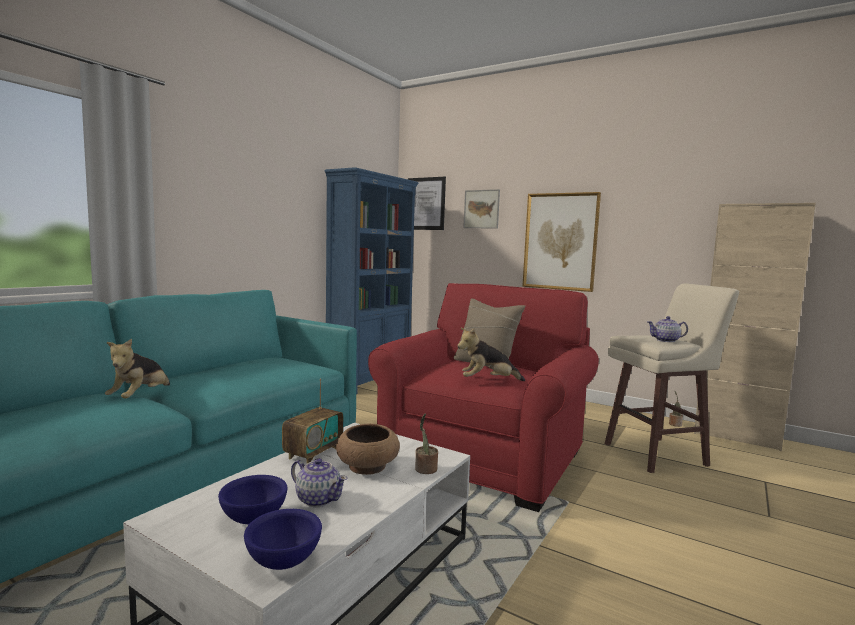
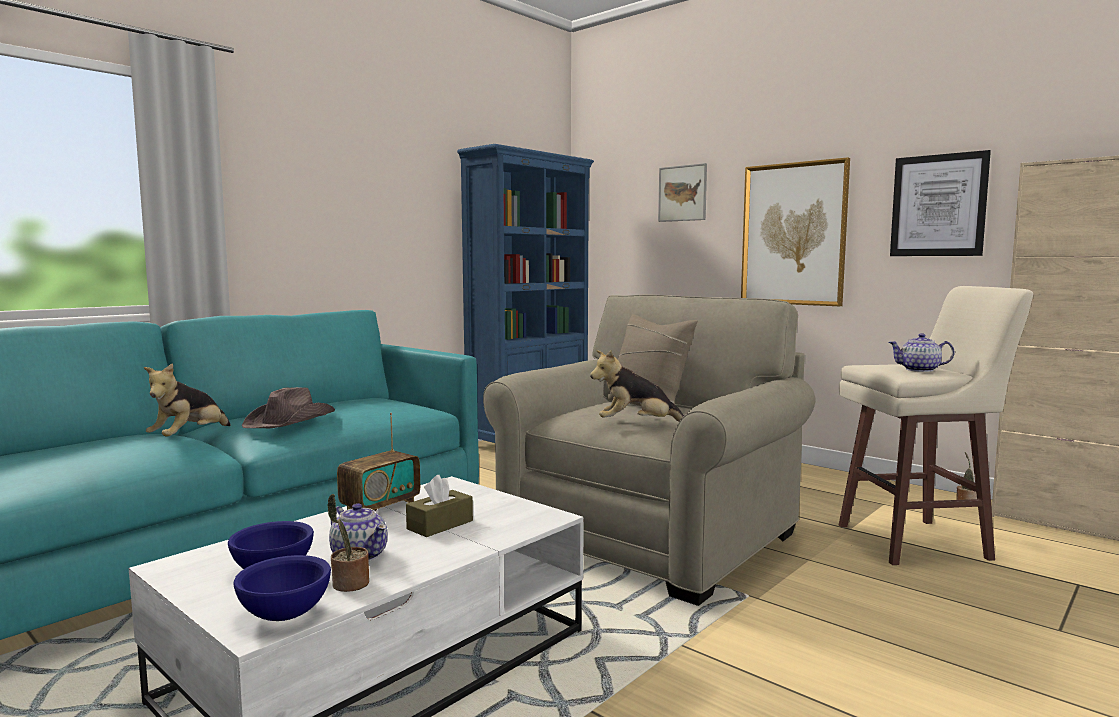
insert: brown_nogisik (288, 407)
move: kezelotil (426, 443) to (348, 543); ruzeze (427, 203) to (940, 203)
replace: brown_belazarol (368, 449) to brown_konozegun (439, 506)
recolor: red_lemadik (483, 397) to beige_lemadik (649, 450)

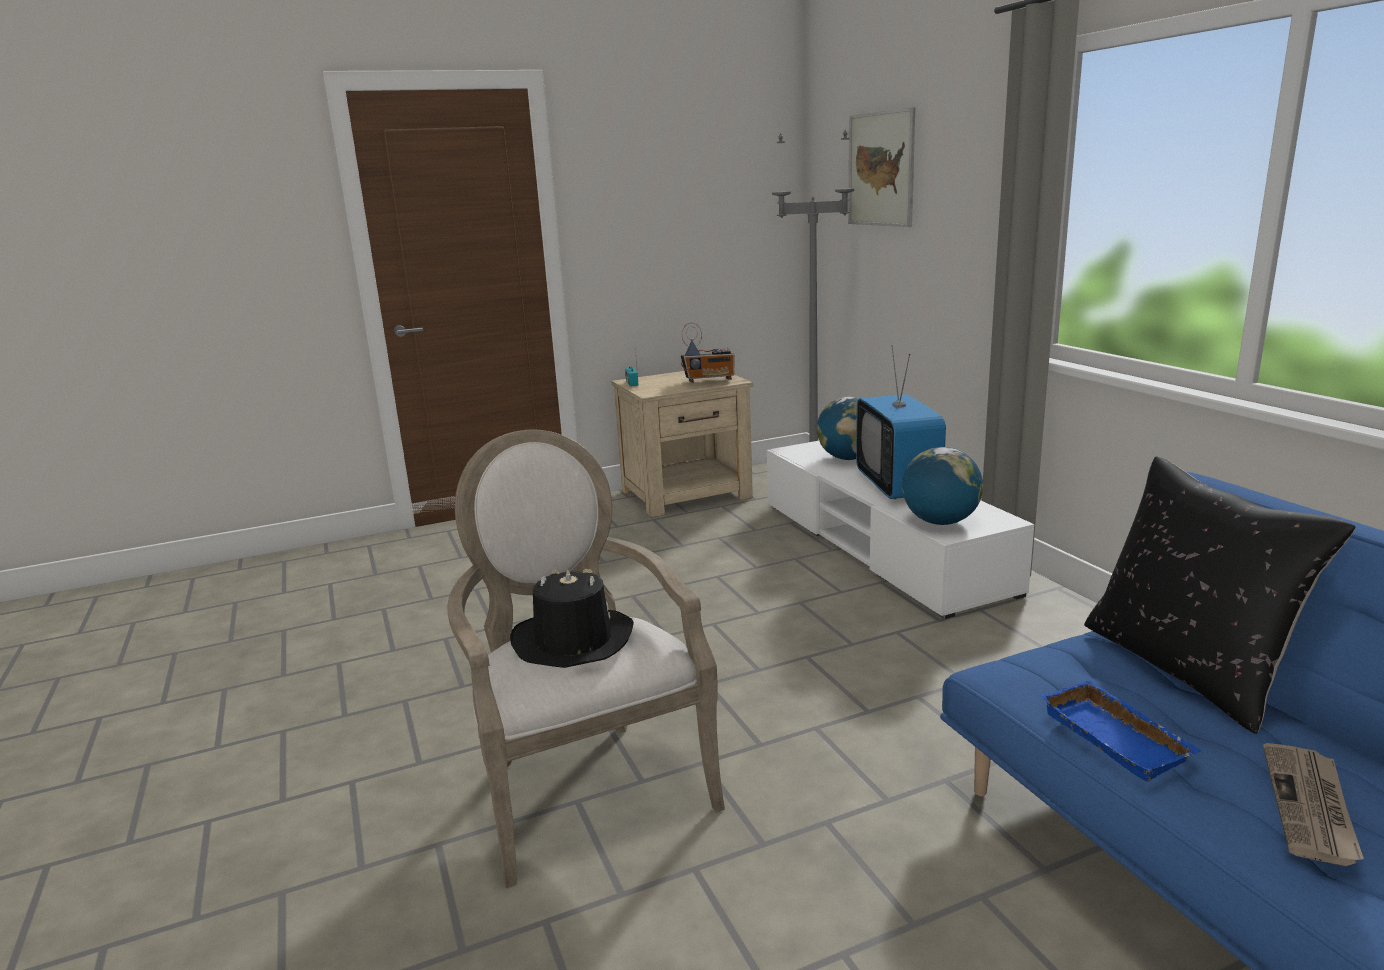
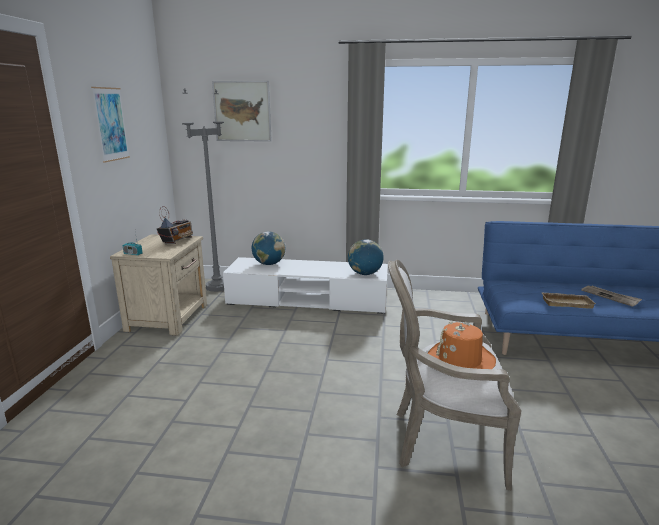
delete: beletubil (901, 422); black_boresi (1220, 595)
insert: ruzeze (110, 125)
recolor: black_nogisik (572, 618) to orange_nogisik (462, 345); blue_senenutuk (1121, 731) to beige_senenutuk (568, 300)

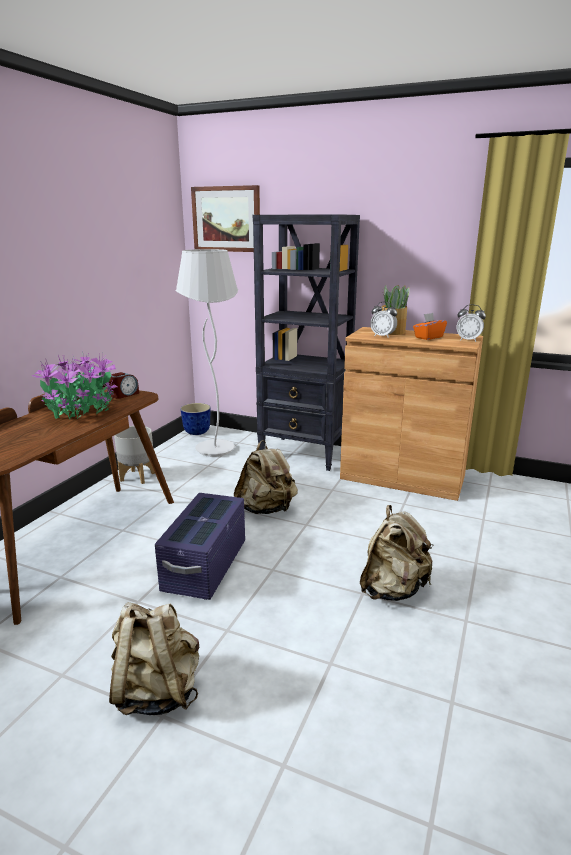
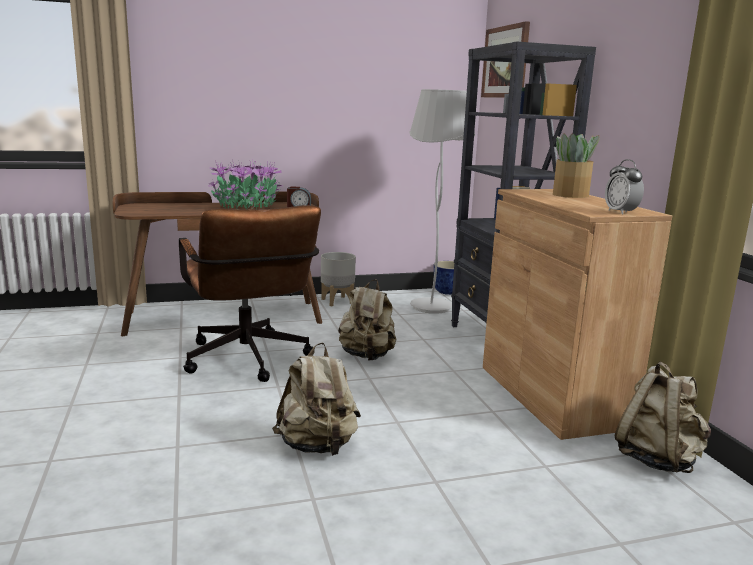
delete: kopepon (383, 320); orange_konozegun (430, 326)
move: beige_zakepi (154, 658) to (663, 417)
replace: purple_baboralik (200, 546) to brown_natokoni (250, 293)

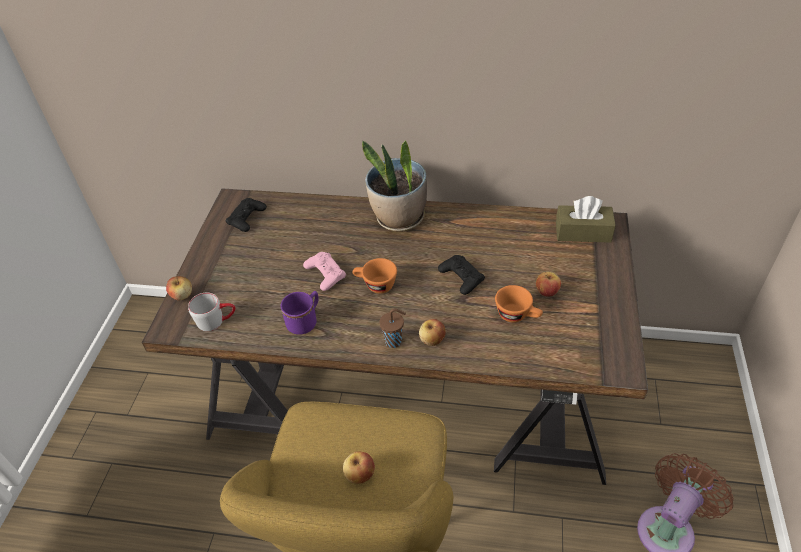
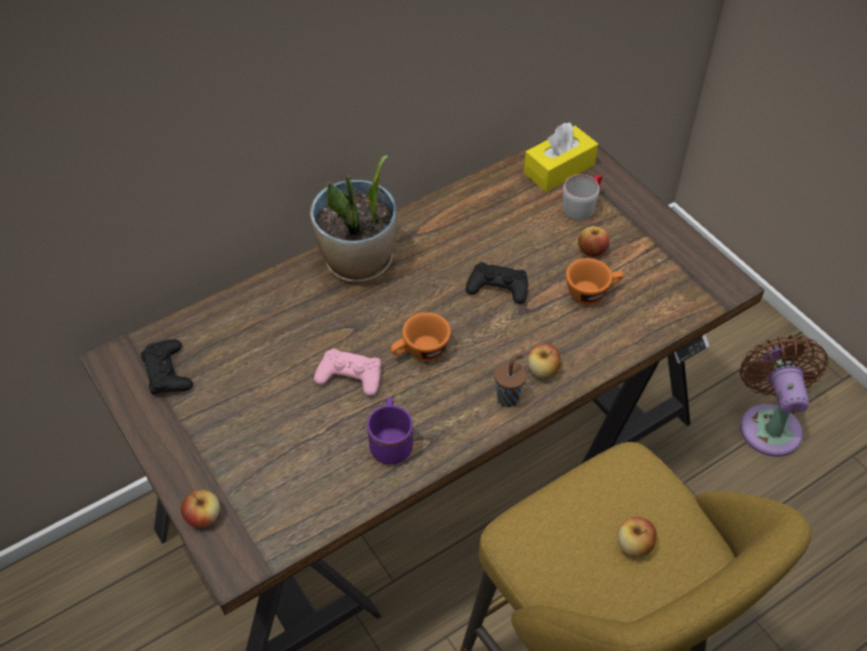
move: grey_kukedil (211, 312) to (582, 198)
recolor: brown_konozegun (586, 219) to yellow_konozegun (561, 157)

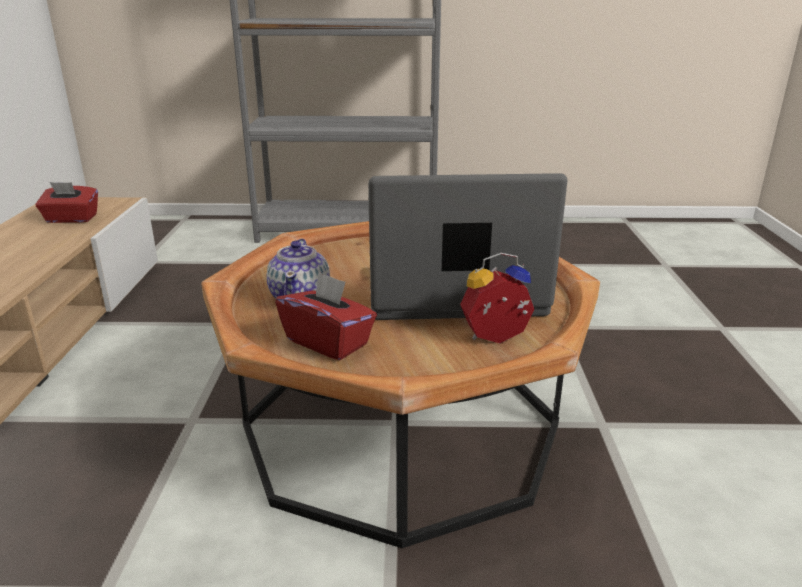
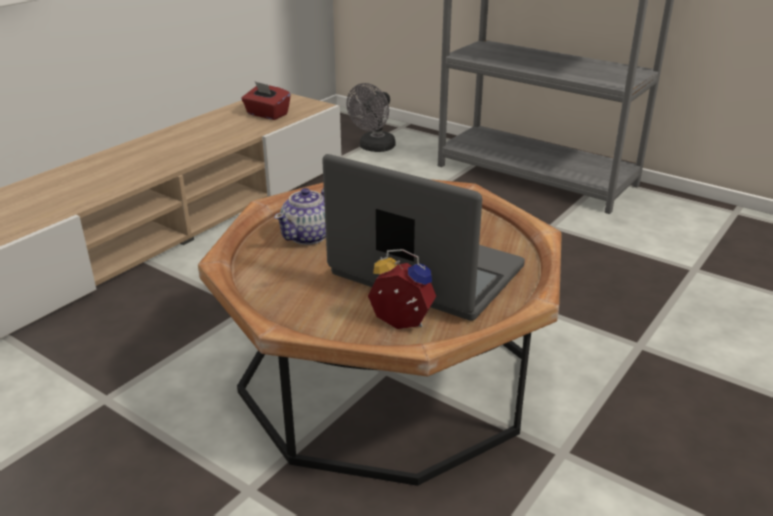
delete: red_konozegun (326, 316)
insert: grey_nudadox (371, 117)

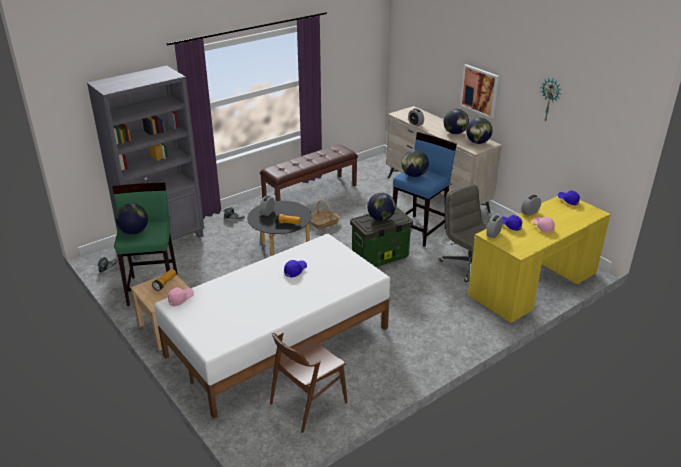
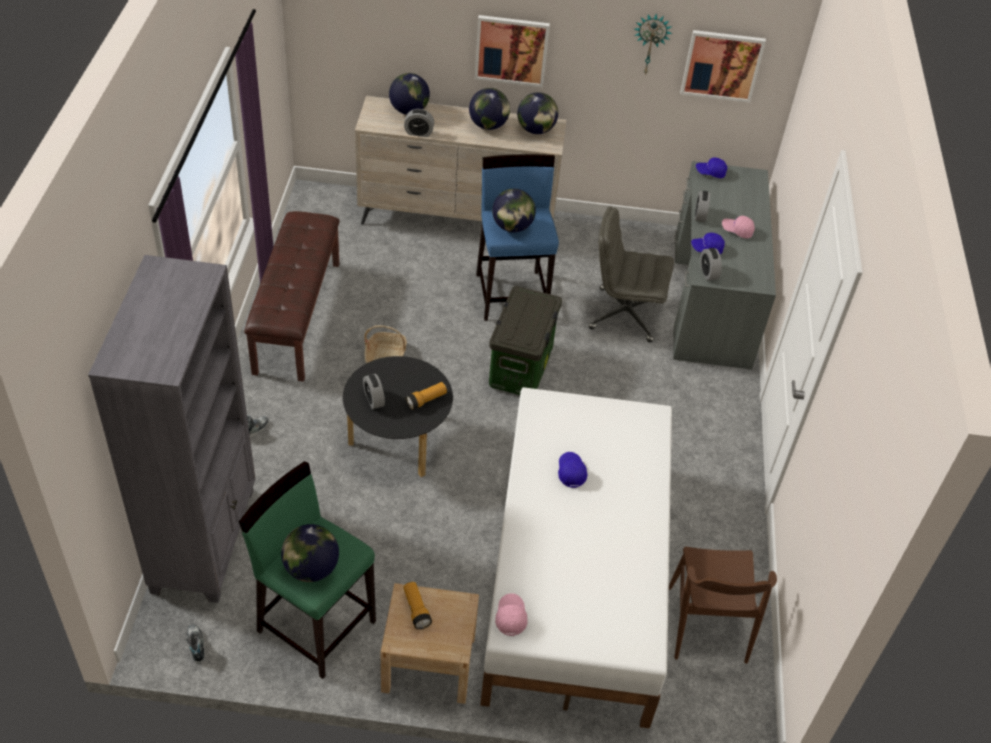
insert: ruzeze (723, 66)
move: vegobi (381, 207) to (409, 94)
recolor: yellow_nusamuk (539, 259) to grey_nusamuk (724, 265)

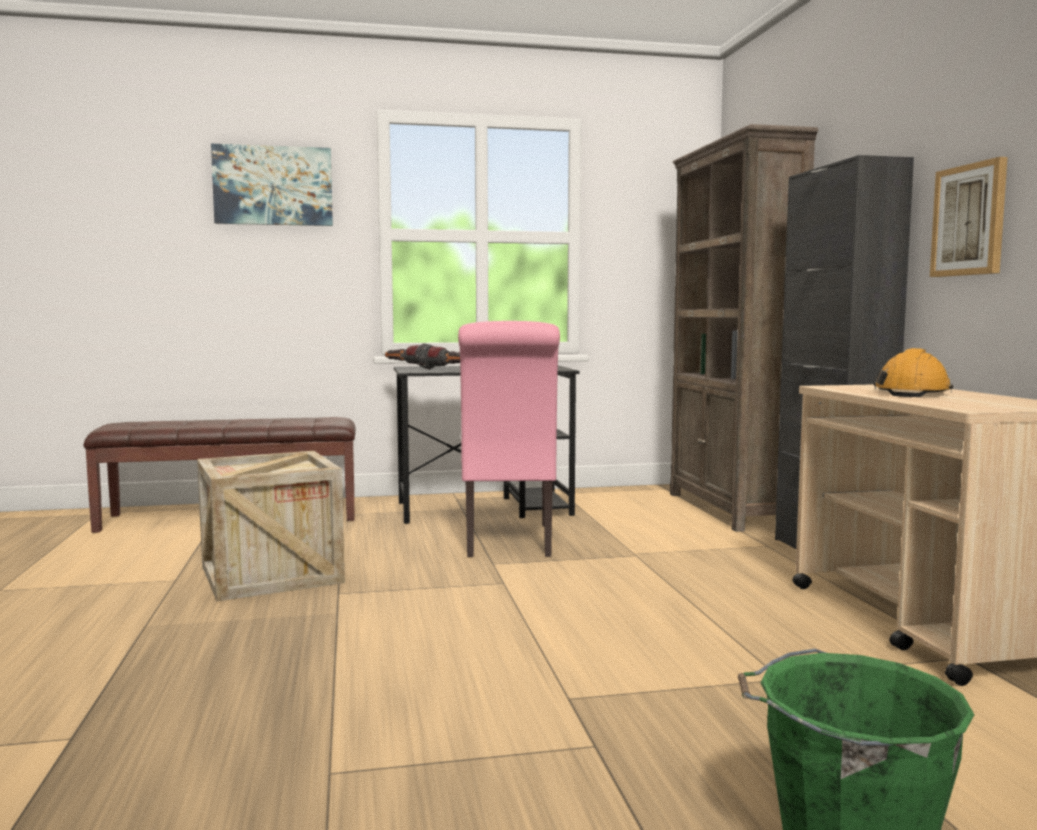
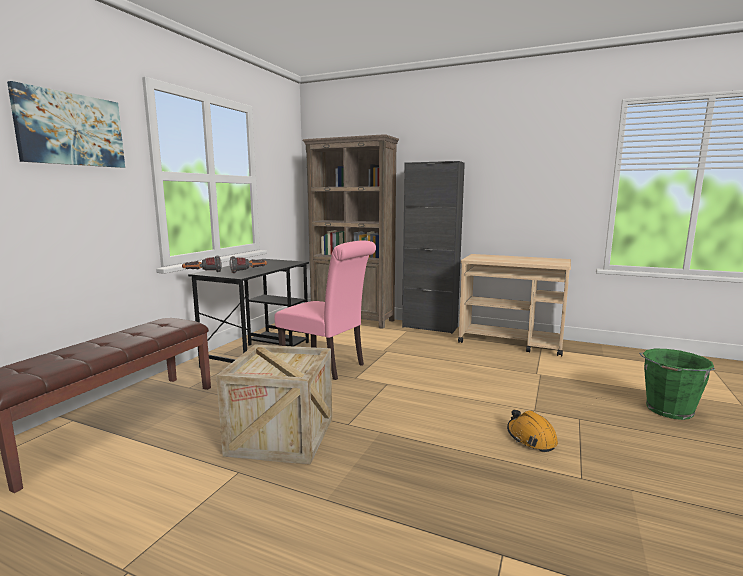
delete: ruzeze (969, 217)
move: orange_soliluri (913, 372) to (532, 431)

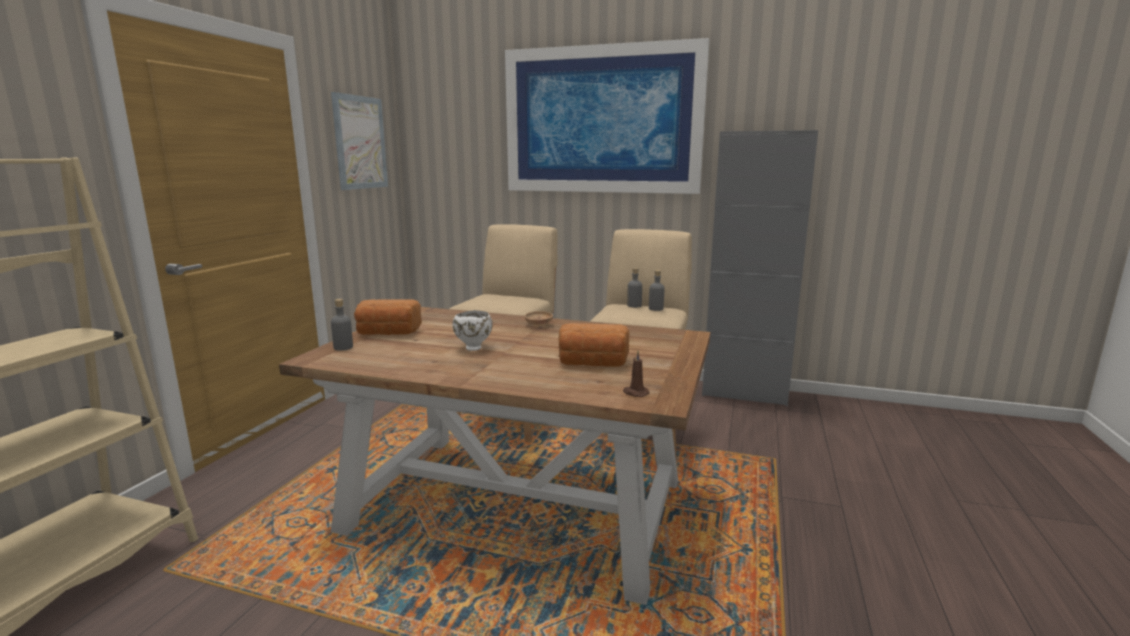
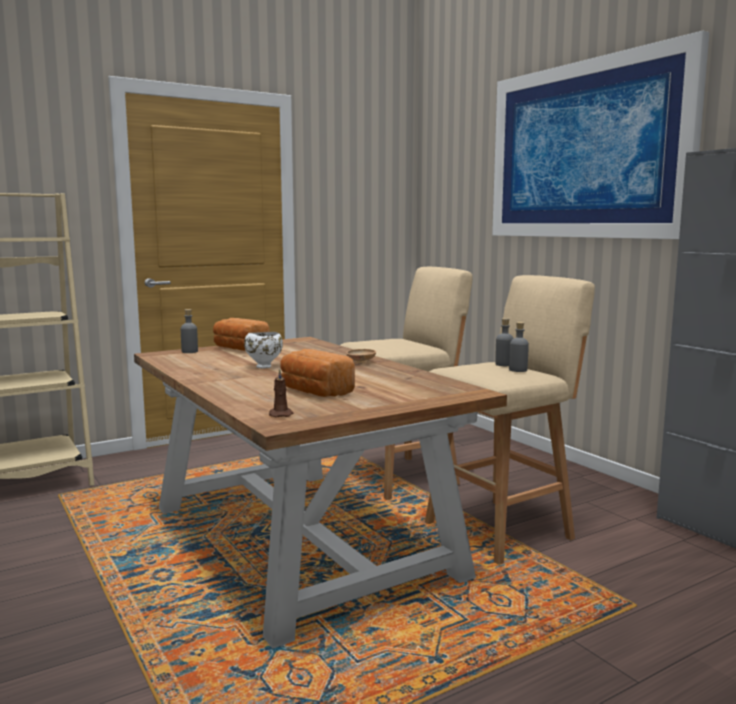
delete: ruzeze (359, 141)

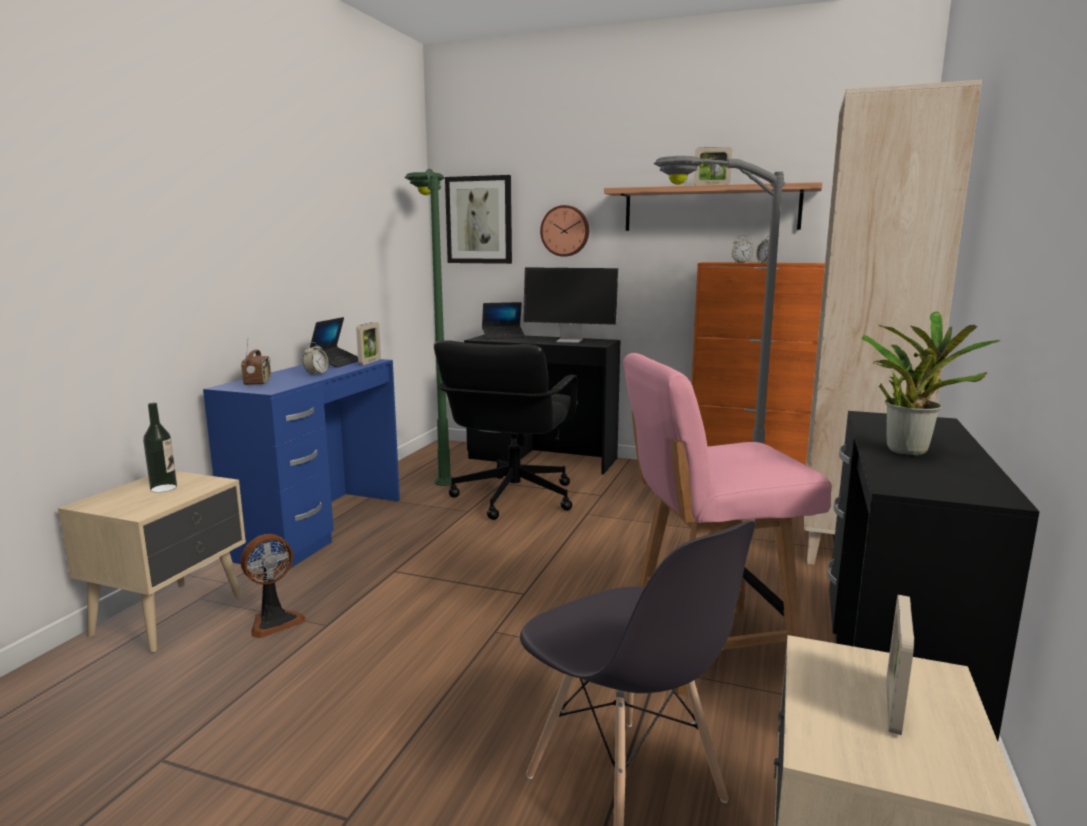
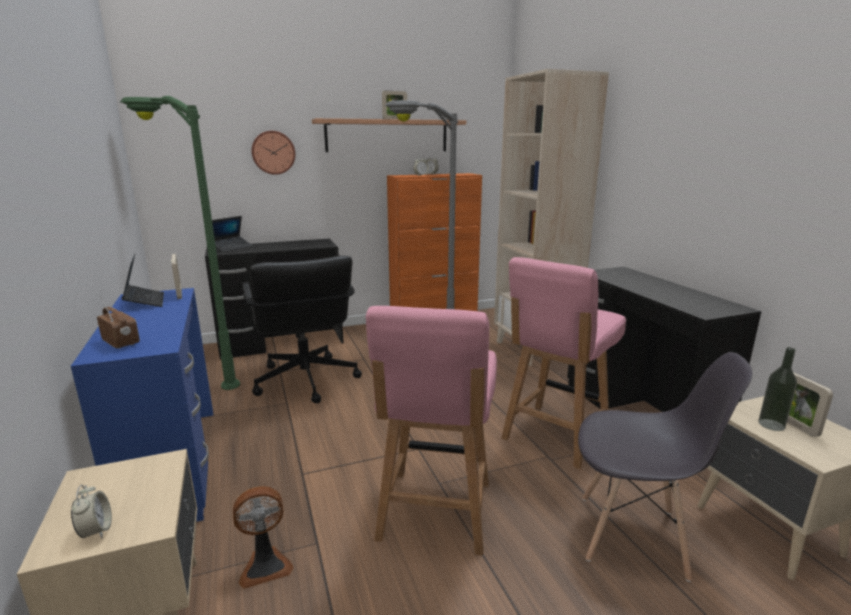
delete: ruzeze (478, 219); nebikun (571, 305); kezelotil (930, 384)
insert: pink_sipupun (431, 430)
move: kopepon (315, 358) to (91, 511); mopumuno (160, 448) to (777, 389)
rotate: nudadox (273, 586) = (263, 537) 60 degrees clockwise

